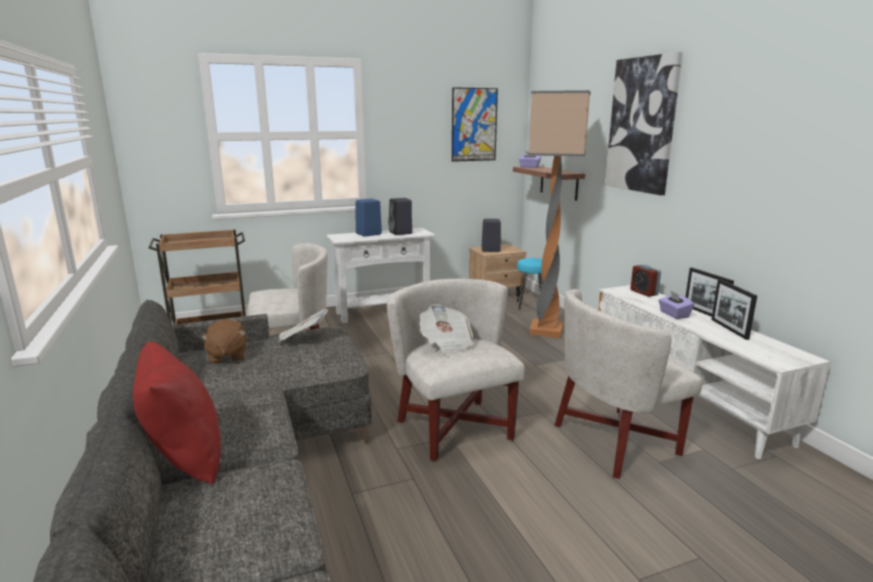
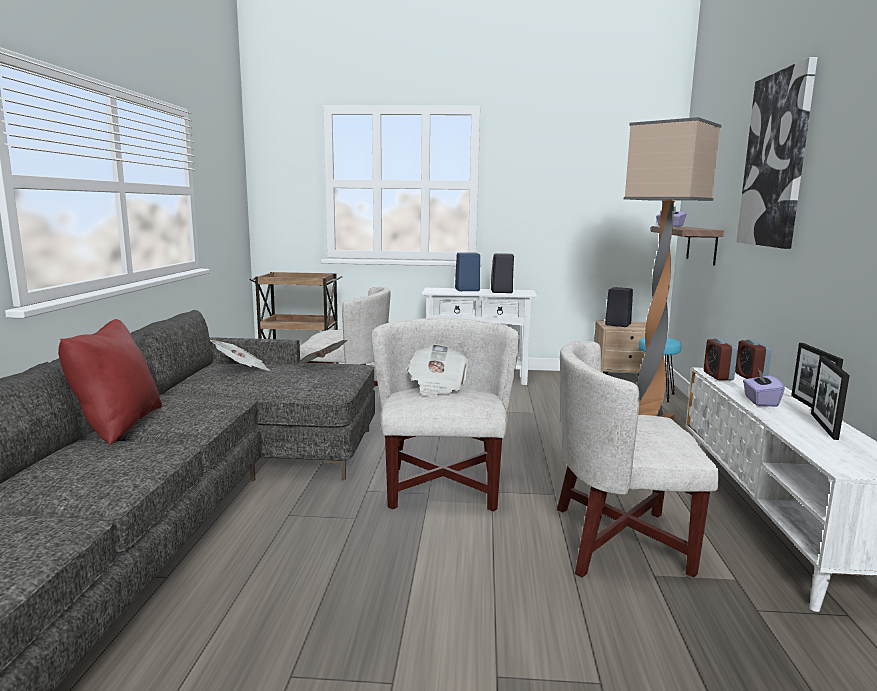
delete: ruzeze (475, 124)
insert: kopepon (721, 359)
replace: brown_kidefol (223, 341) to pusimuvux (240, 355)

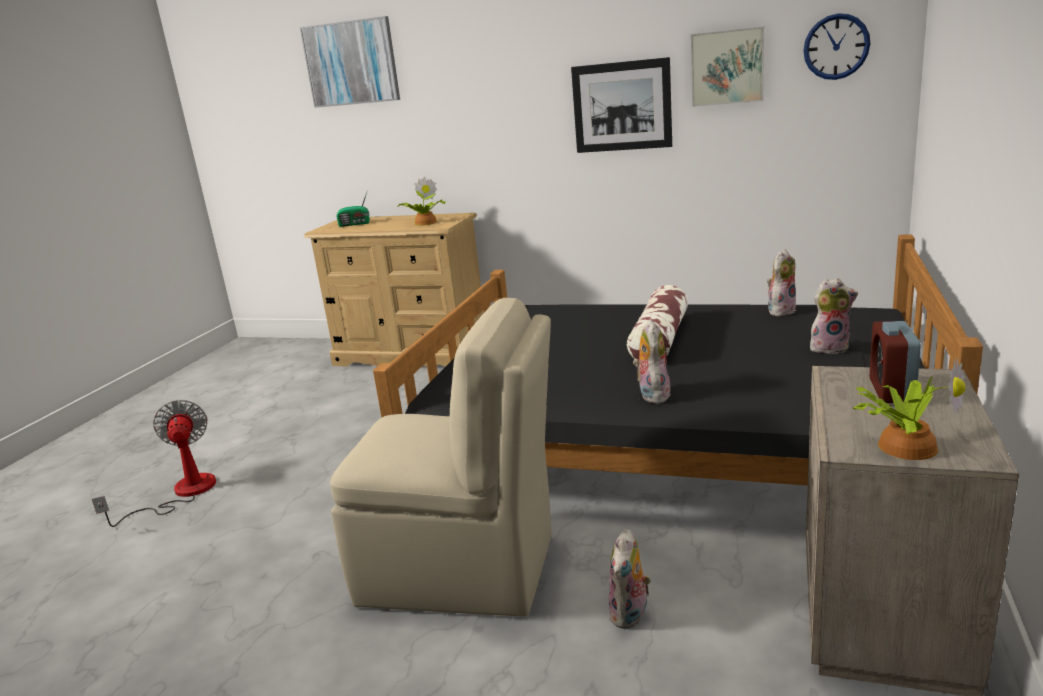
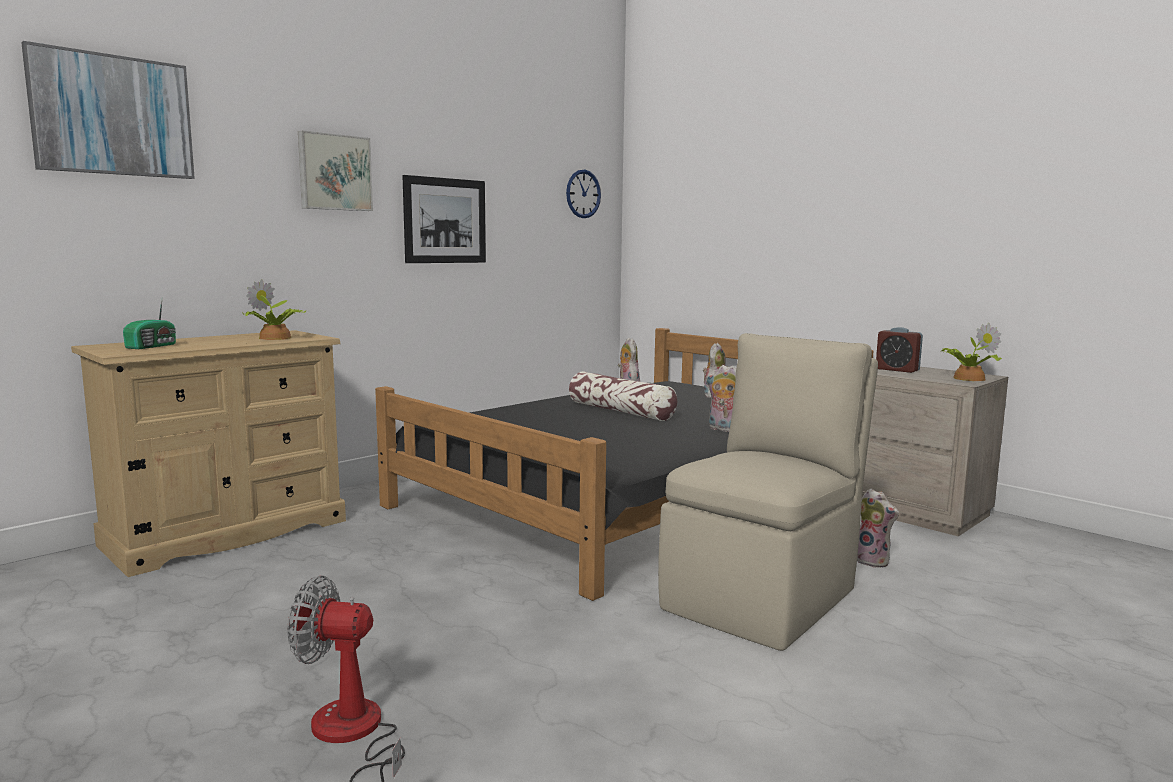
move: ruzeze (727, 67) to (335, 171)

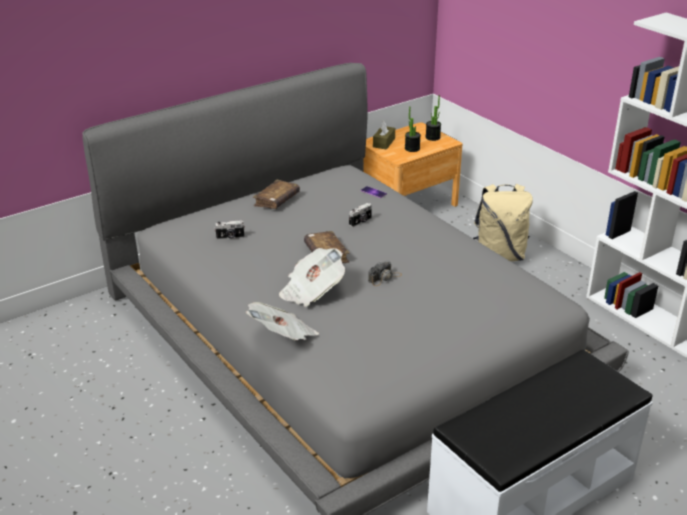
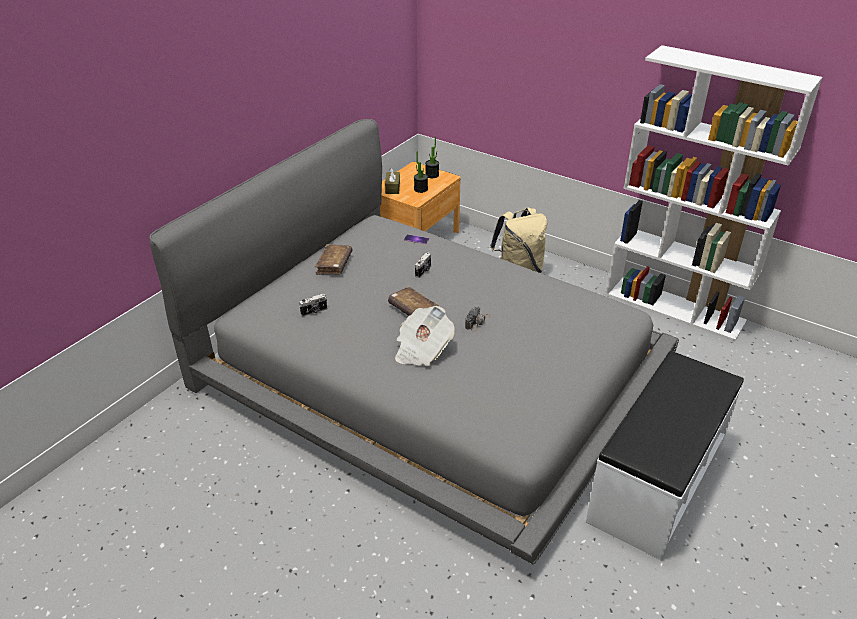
delete: pusimuvux (282, 321)

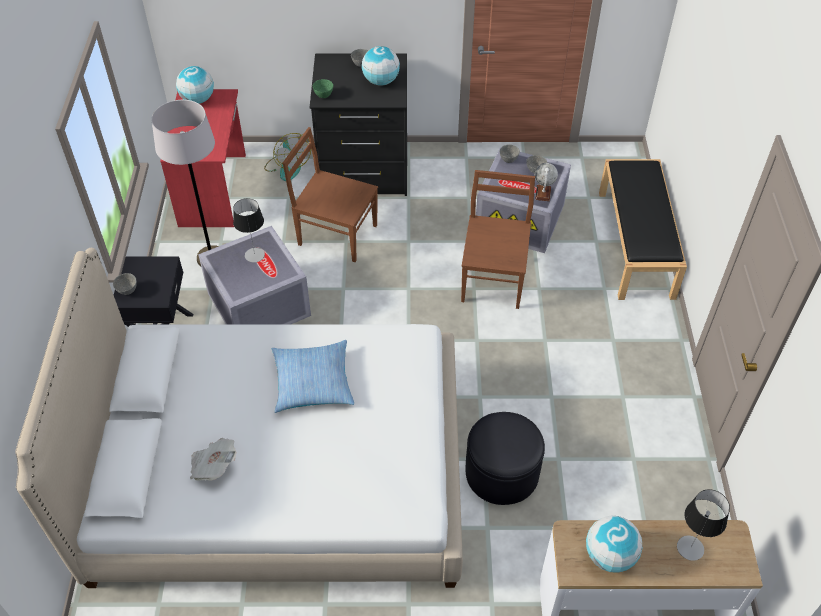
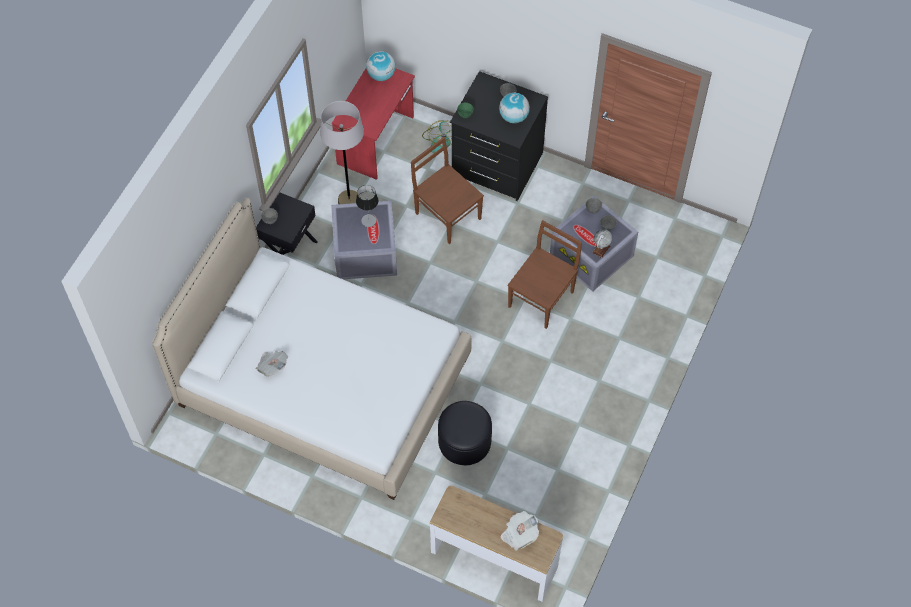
delete: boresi (313, 376); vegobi (614, 544); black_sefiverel (643, 229)
replace: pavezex (703, 525) to pusimuvux (520, 531)

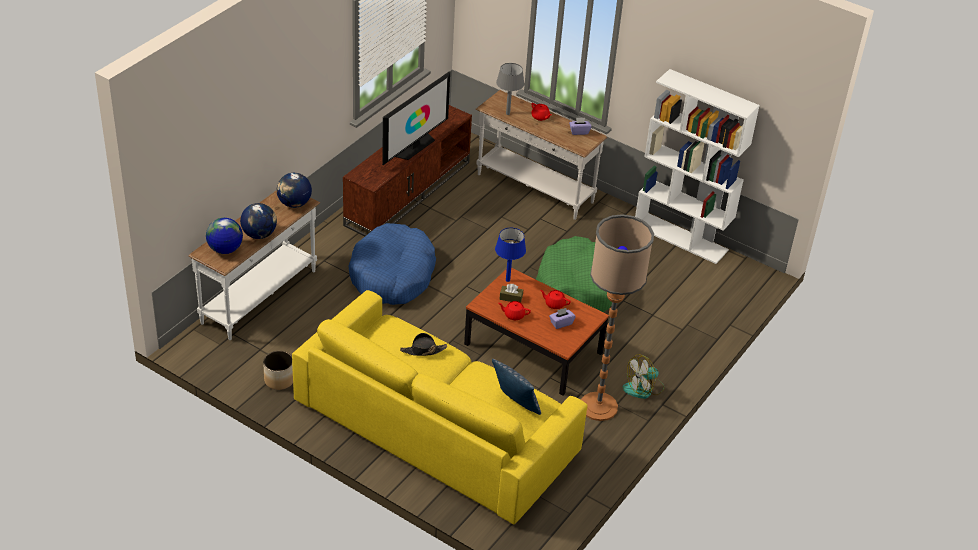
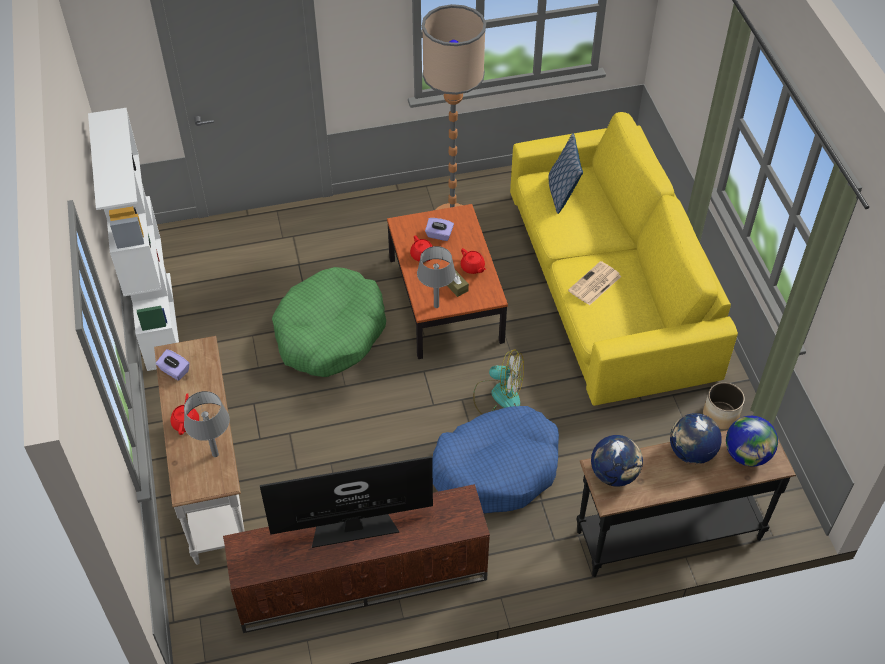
move: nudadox (643, 376) to (498, 382)
replace: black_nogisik (423, 344) to pusimuvux (595, 283)
recolor: blue_pavezex (510, 255) to grey_pavezex (436, 277); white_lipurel (254, 265) to black_lipurel (686, 499)

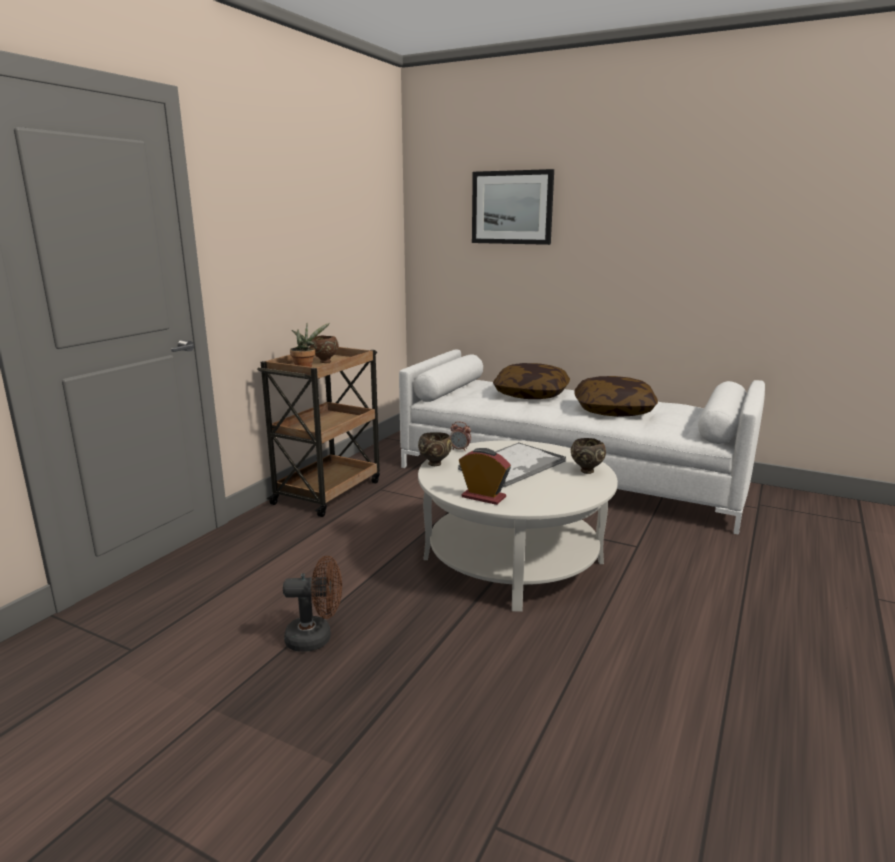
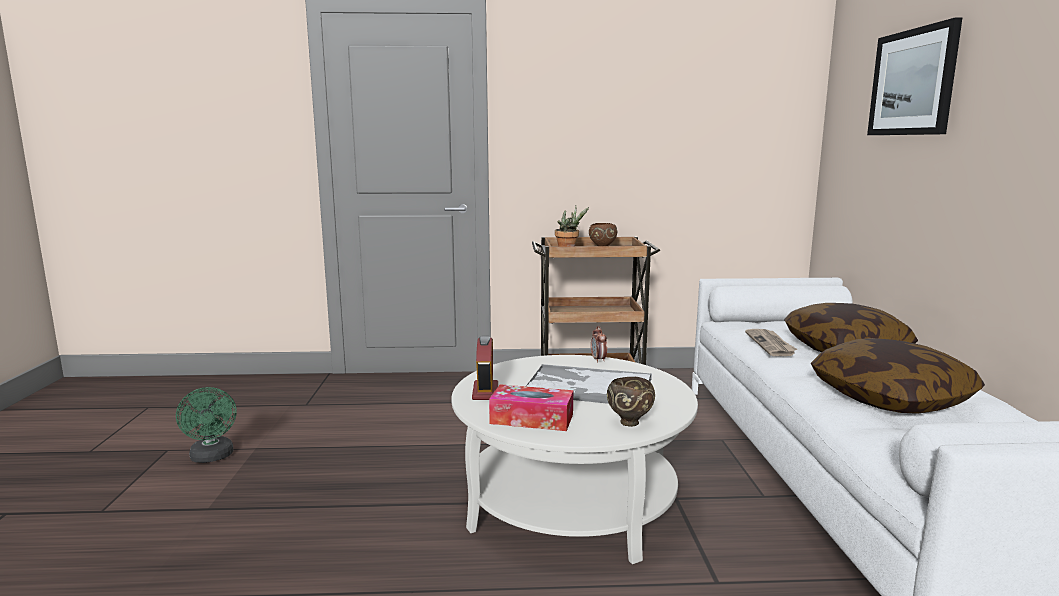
delete: brown_nudadox (312, 604); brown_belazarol (435, 449)
insert: green_nudadox (206, 425); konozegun (531, 407); pusimuvux (771, 342)

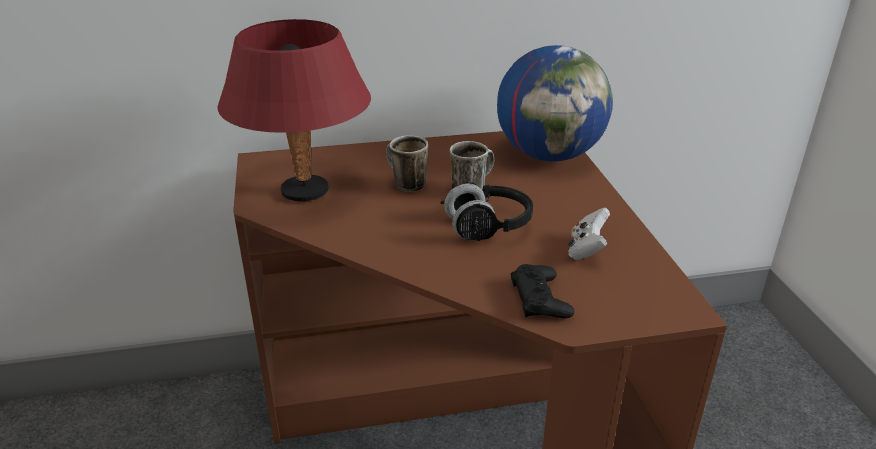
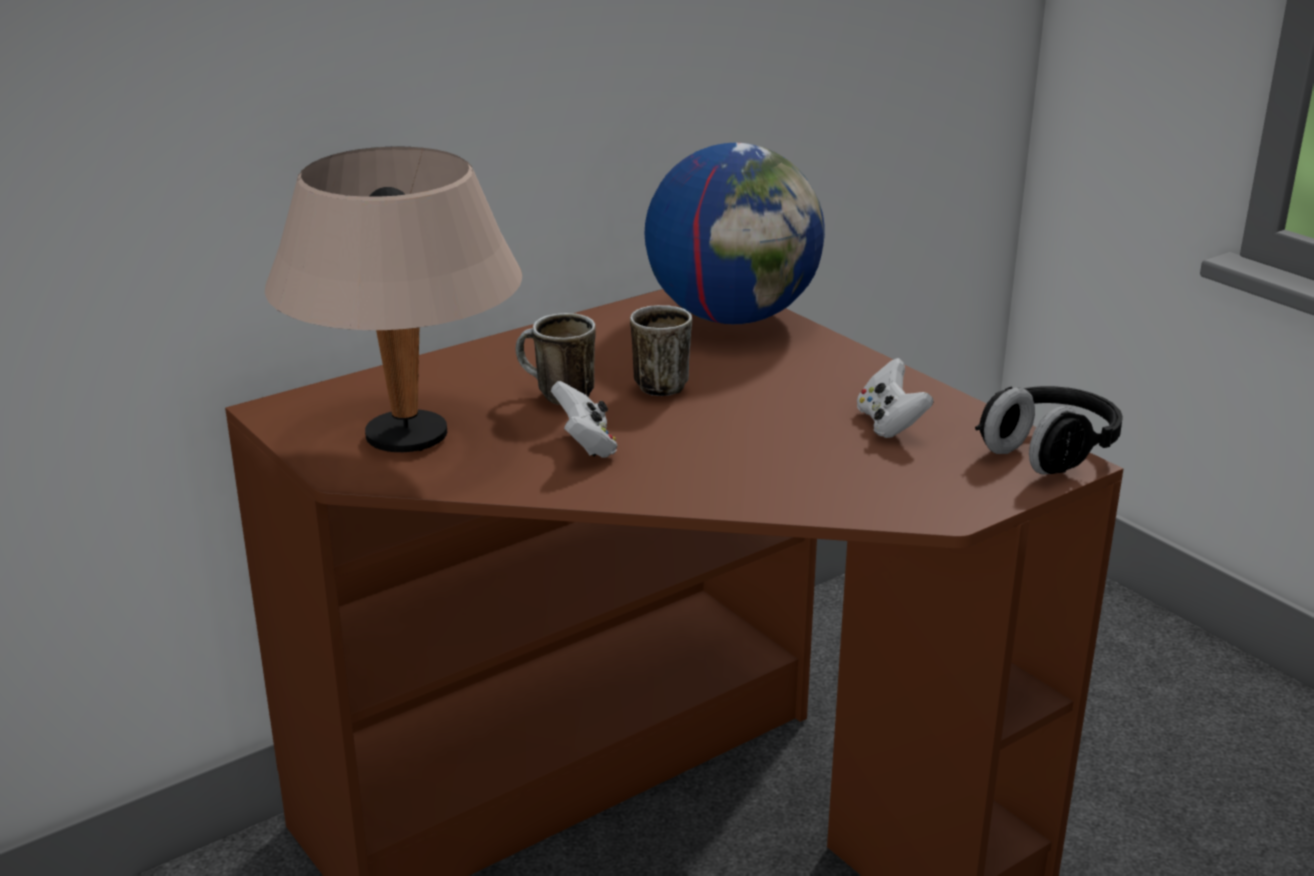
delete: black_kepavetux (542, 291)
insert: white_kepavetux (584, 419)
move: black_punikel (486, 211) to (1049, 430)
recolor: red_pavezex (294, 110) to beige_pavezex (393, 299)

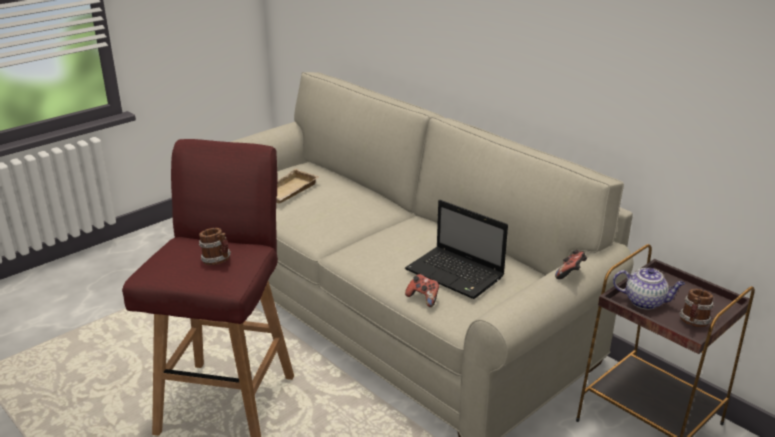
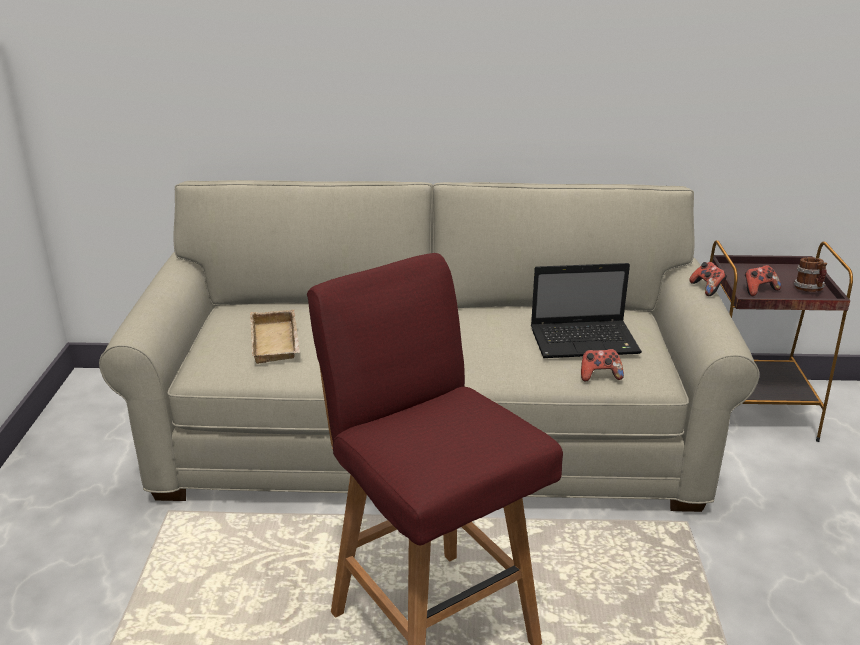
delete: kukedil (215, 246)
replace: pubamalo (649, 289) to kepavetux (763, 280)

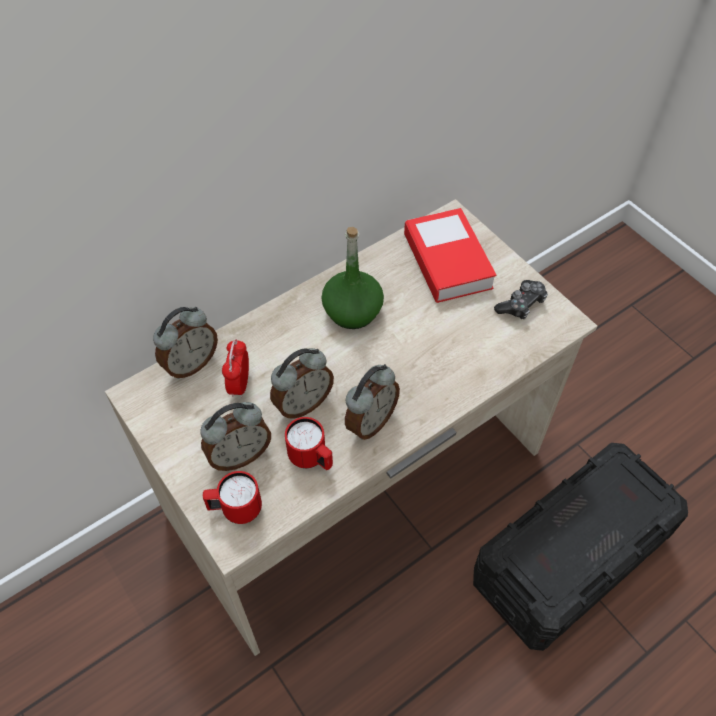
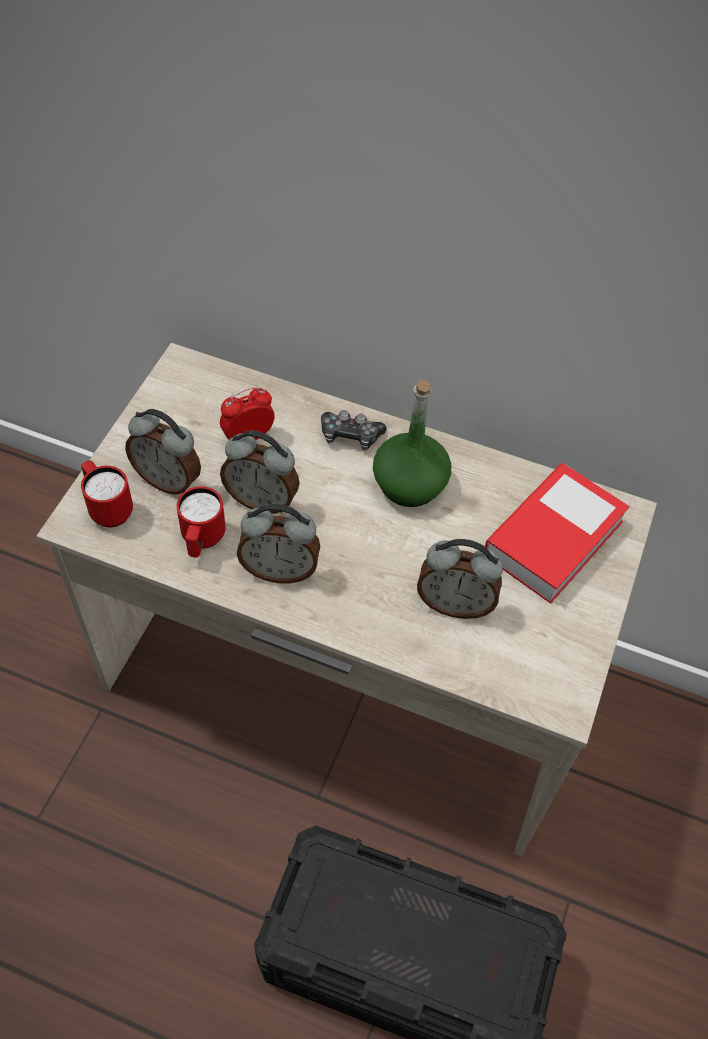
move: kepavetux (521, 299) to (354, 430); kopepon (185, 343) to (460, 579)

